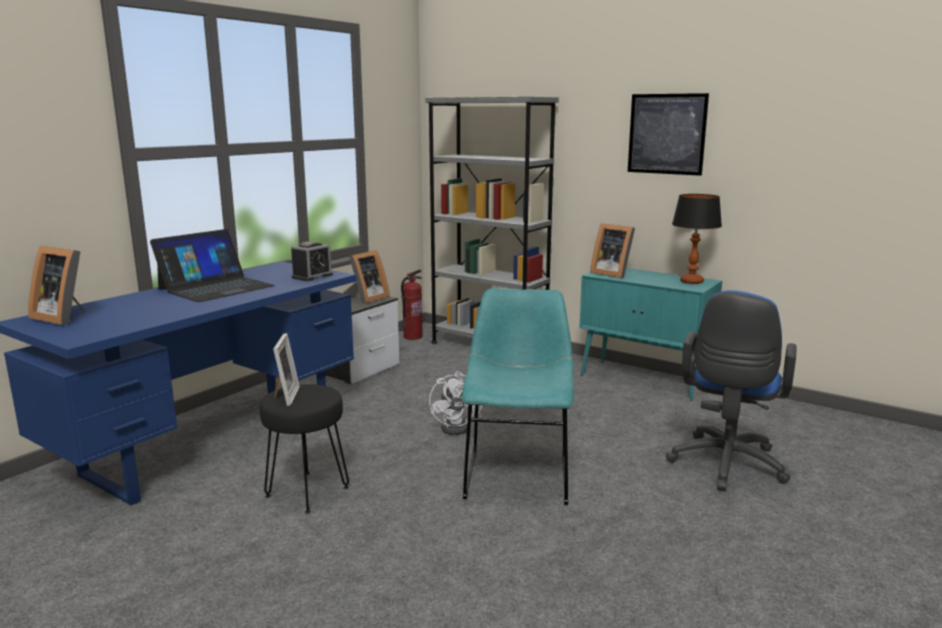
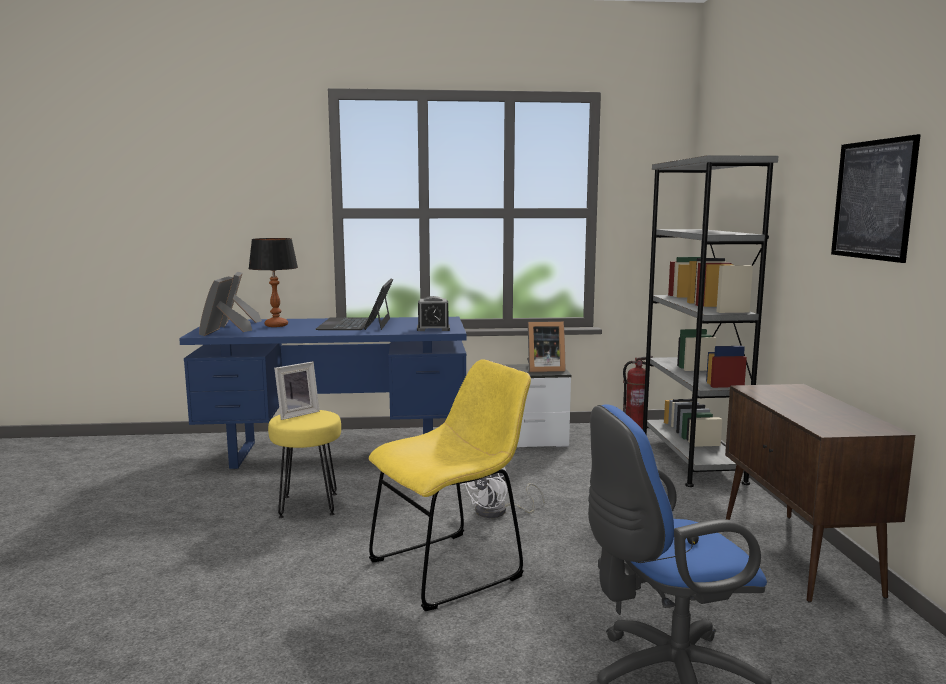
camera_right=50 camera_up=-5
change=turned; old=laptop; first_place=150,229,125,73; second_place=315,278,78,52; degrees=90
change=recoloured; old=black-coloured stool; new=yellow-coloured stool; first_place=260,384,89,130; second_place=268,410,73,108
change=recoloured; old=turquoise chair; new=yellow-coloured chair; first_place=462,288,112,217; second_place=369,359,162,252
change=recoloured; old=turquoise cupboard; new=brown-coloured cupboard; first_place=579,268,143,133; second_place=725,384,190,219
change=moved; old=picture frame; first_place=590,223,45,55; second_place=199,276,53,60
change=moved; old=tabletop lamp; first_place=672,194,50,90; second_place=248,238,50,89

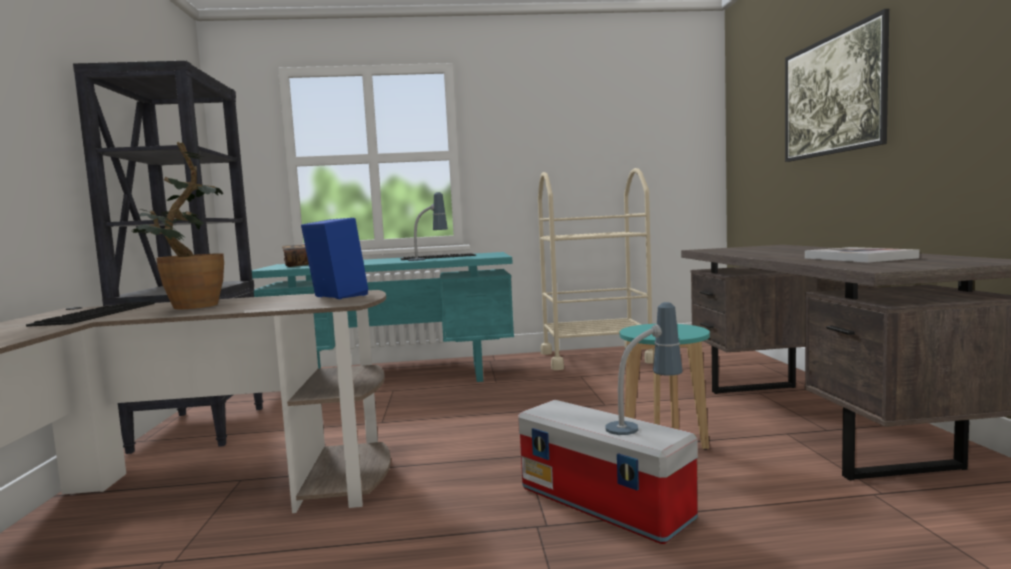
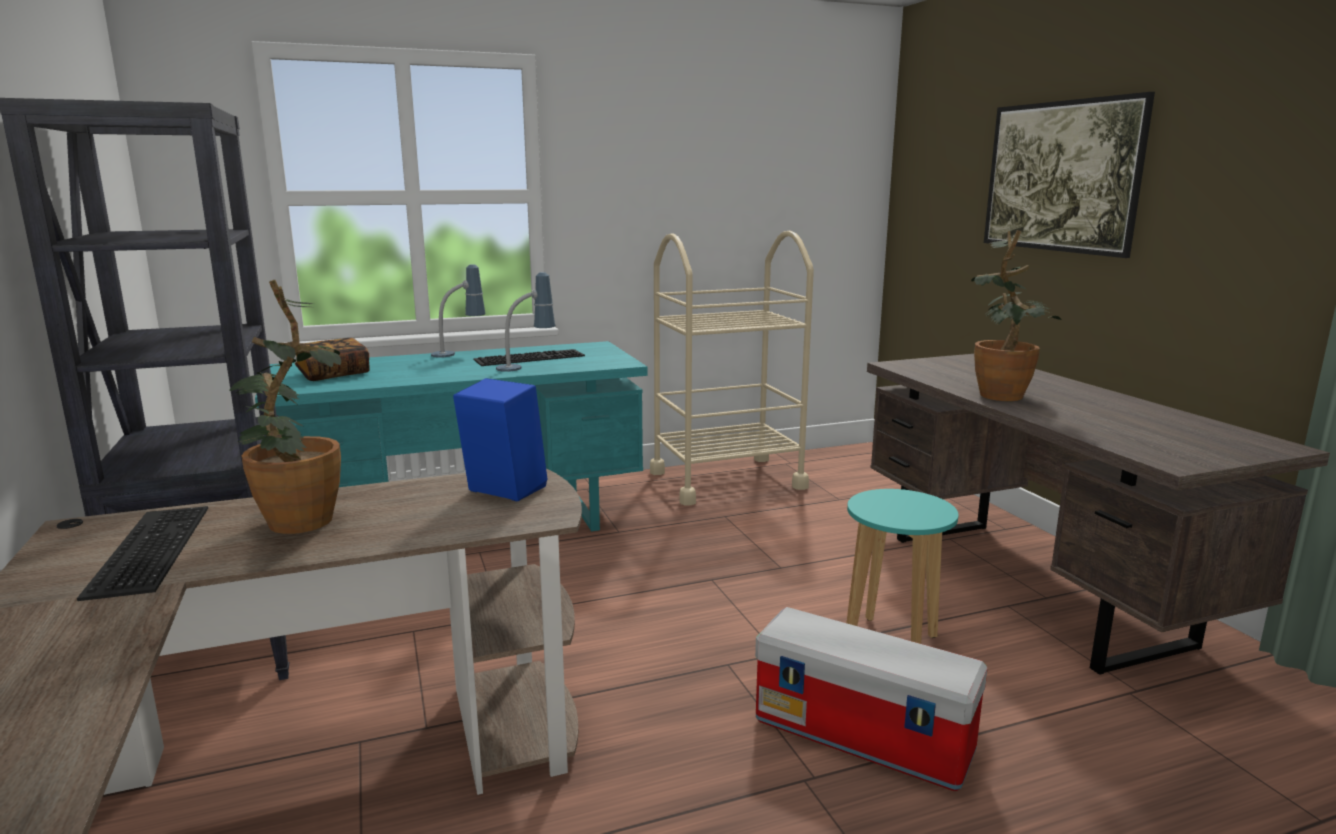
camera_right=-15 camera_up=10
change=moved; old=tabletop lamp; first_place=606,302,77,133; second_place=431,264,54,94
change=removed; old=volume; first_place=805,247,115,16
change=added; new=plant in a pot; second_place=971,230,90,171

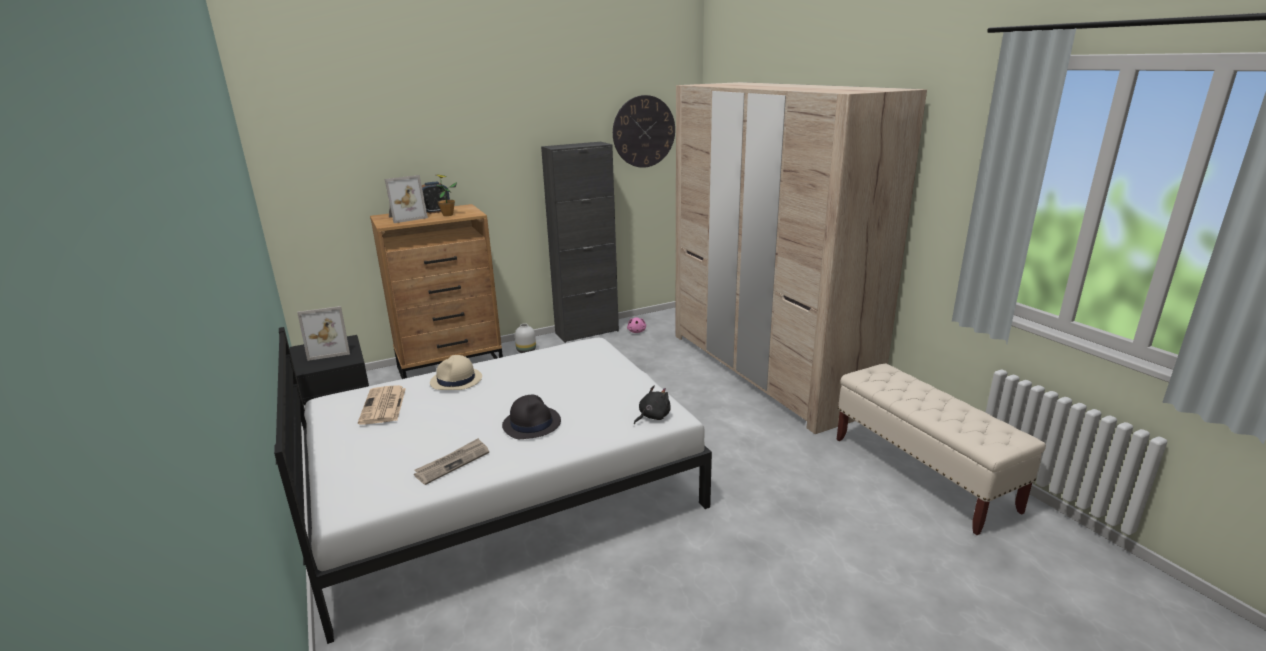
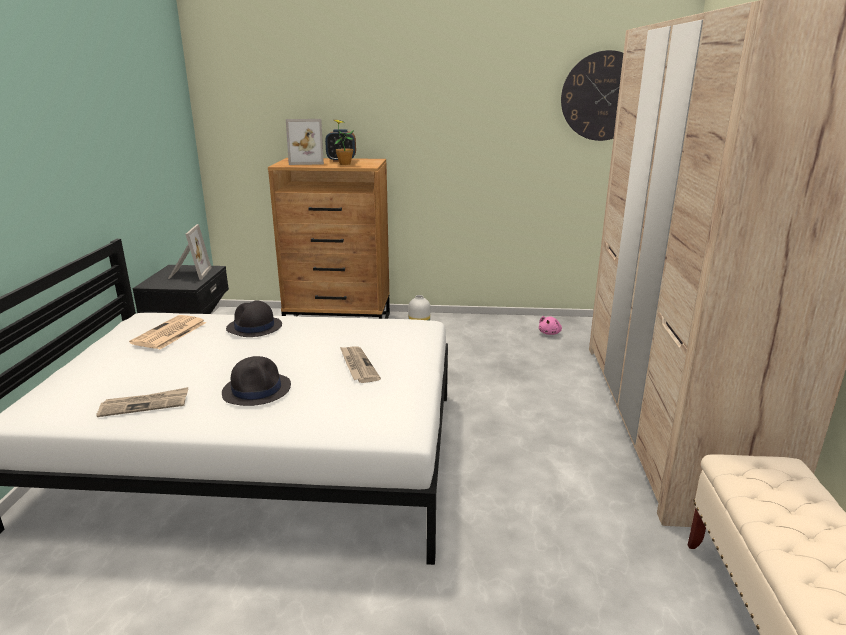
camera_right=30 camera_up=0
change=turned; old=picture frame; first_place=297,306,53,55; second_place=168,224,44,56; degrees=-105
change=recoloured; old=sand-coloured clothing hat; new=black-coloured clothing hat; first_place=430,355,52,35; second_place=226,300,56,37
change=removed; old=black-coloured cupboard; first_place=541,142,78,201
change=removed; old=black-coloured cuddly toy; first_place=634,386,37,38
change=added; new=newspaper; second_place=340,346,41,37

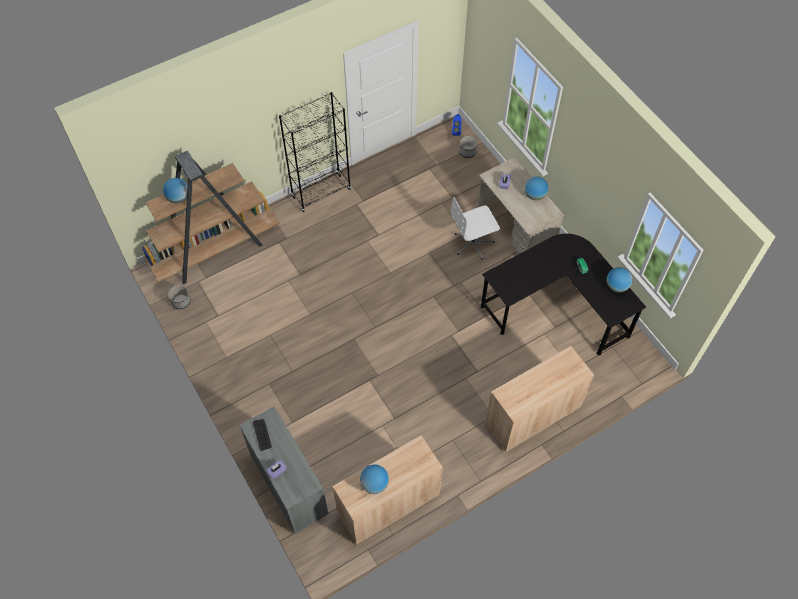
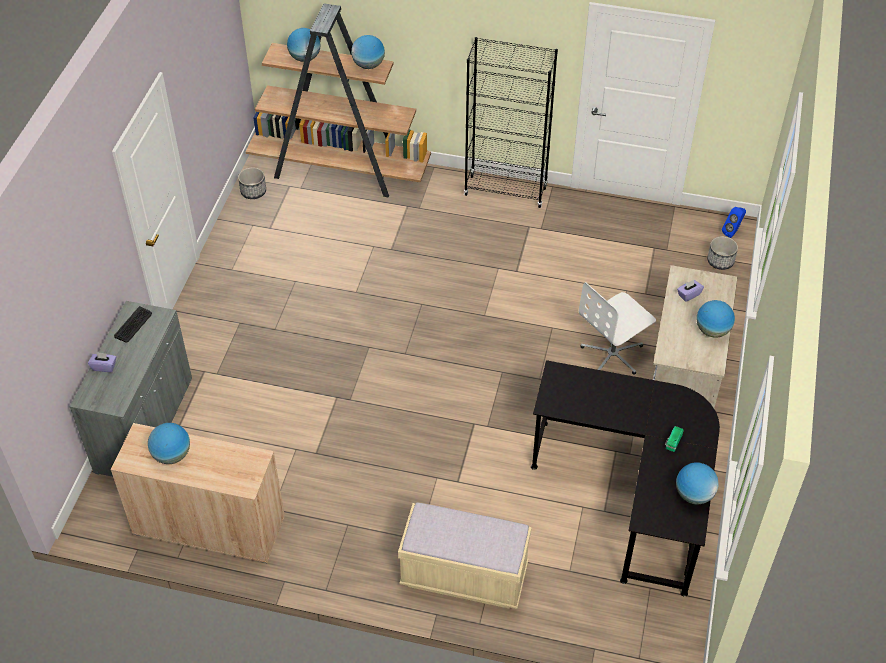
camera_right=45 camera_up=-10
change=turned; old=white-coloured office chair; first_place=451,197,49,63; second_place=579,282,77,93; degrees=-60
change=replaced; old=sand-coloured cupboard; new=sand-coloured bench; first_place=485,346,109,106; second_place=398,503,134,106
change=added; new=globe; second_place=351,35,34,34

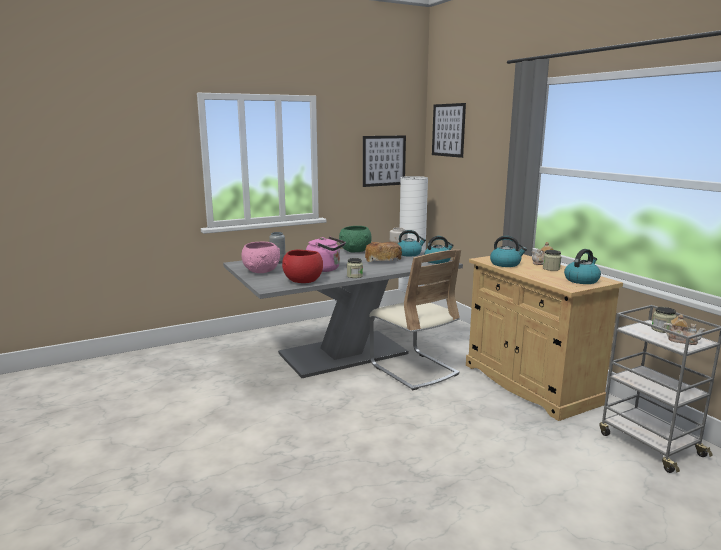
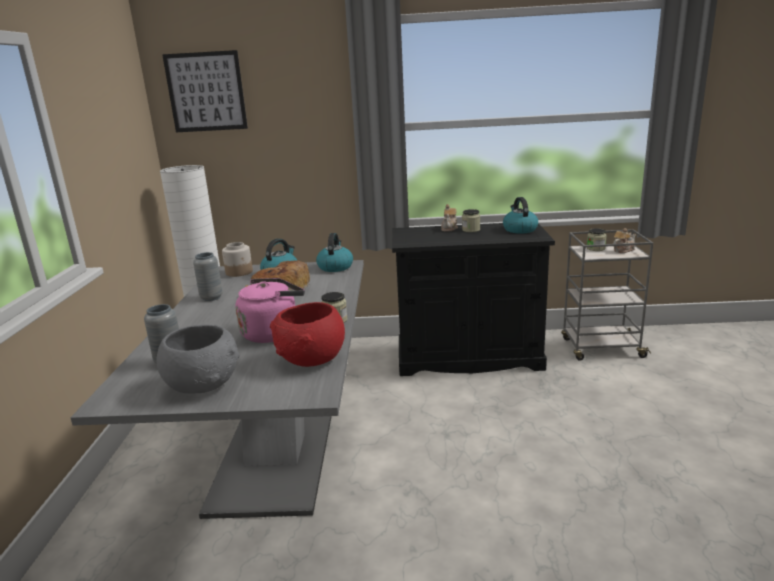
camera_right=-60 camera_up=5
change=recoloured; old=pink serving bowl; new=grey serving bowl; first_place=242,242,38,31; second_place=157,325,83,68
change=replaced; old=green serving bowl; new=grey flower vase; first_place=339,226,33,26; second_place=193,252,30,49
change=removed; old=wall picture; first_place=363,136,43,51
change=removed; old=sand-coloured chair; first_place=369,250,92,141
change=recoloured; old=sand-coloured cupboard; new=black-coloured cupboard; first_place=466,254,157,167; second_place=392,223,163,153
change=removed; old=kettle; first_place=490,236,37,31

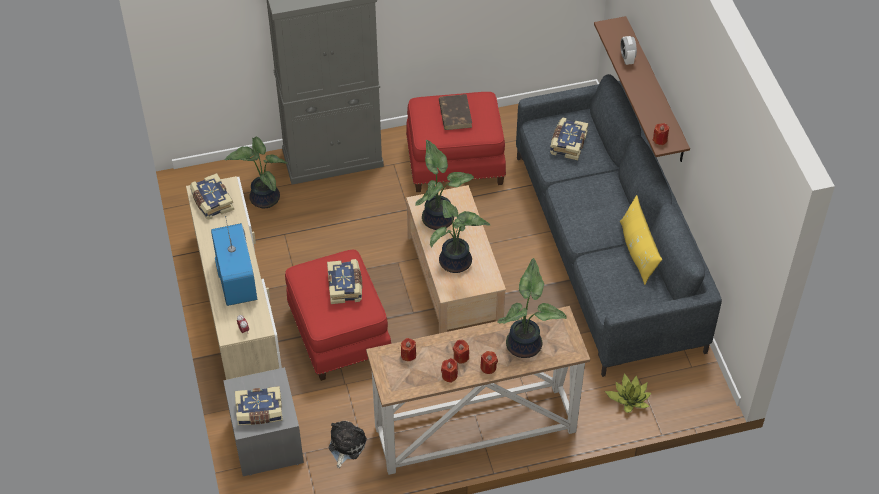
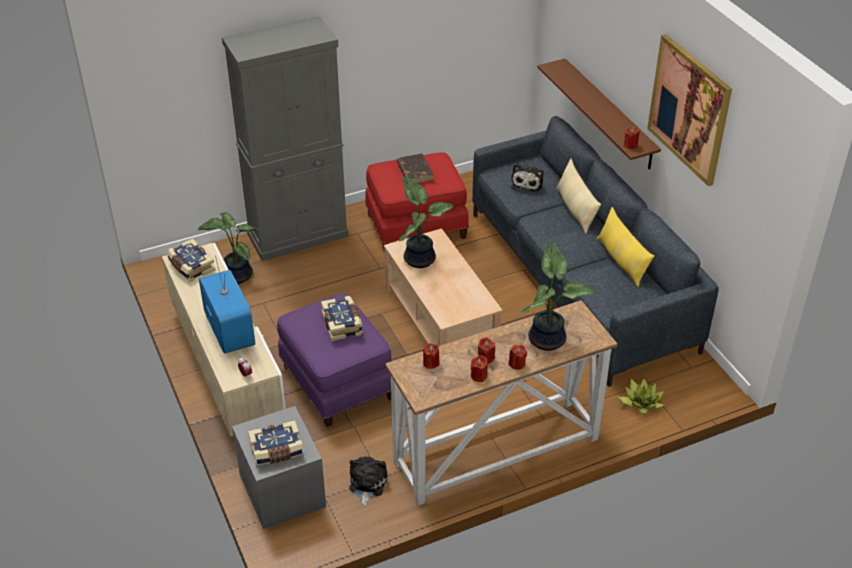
camera_right=-10 camera_up=-10
change=recoloured; old=reddish ottoman; new=purple ottoman; first_place=285,250,106,131; second_place=277,293,114,134
change=removed; old=plant in a pot; first_place=430,200,60,73
change=replaced; old=volume; new=cuddly toy; first_place=550,117,38,43; second_place=511,164,33,28
change=removed; old=alarm clock; first_place=620,36,17,29
change=added; new=sand-coloured cushion; second_place=556,159,45,75
change=added; new=wall picture; second_place=647,34,85,152

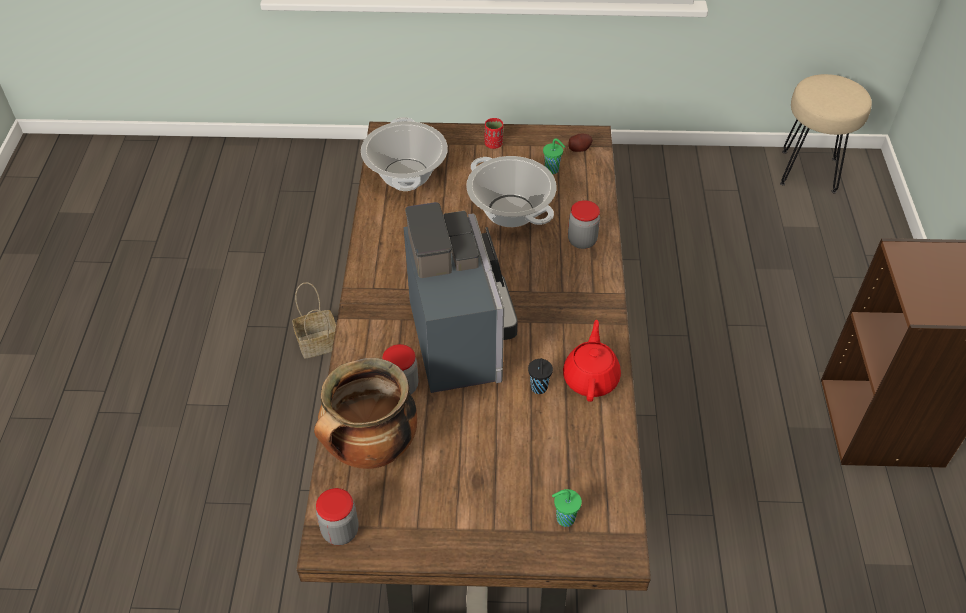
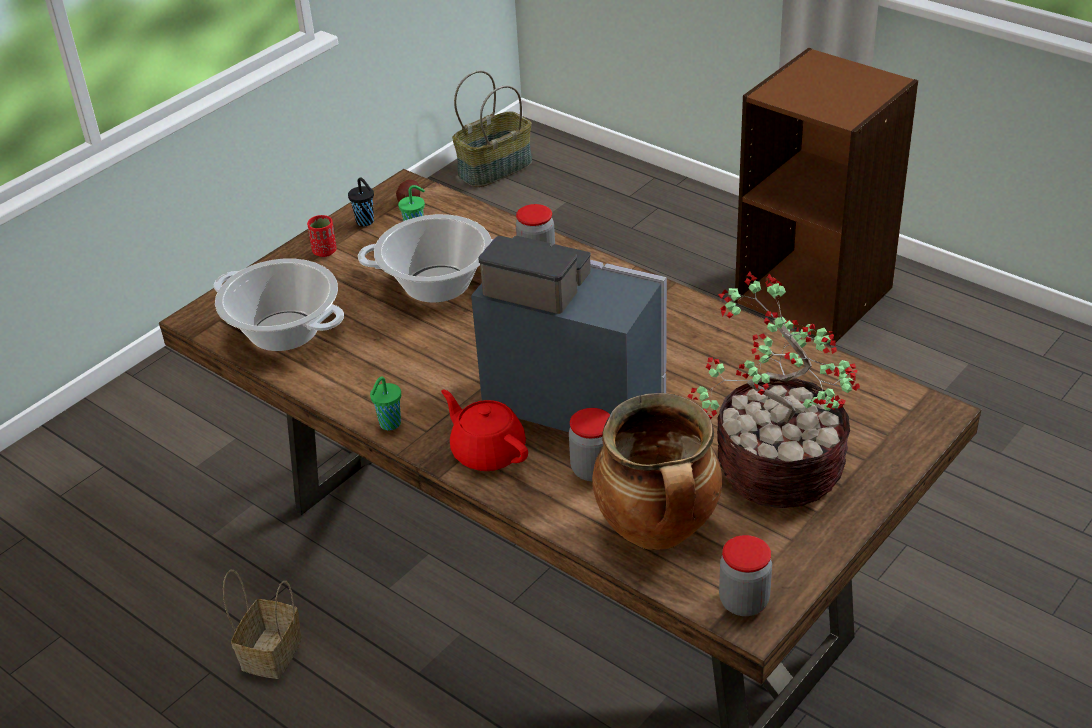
camera_right=-50 camera_up=-10
change=moved; old=black-coloured cup; first_place=528,358,25,36; second_place=348,177,26,49
change=moved; old=green cup; first_place=552,489,30,38; second_place=370,376,31,54
change=moved; old=reddish tea pot; first_place=563,320,58,82; second_place=441,389,87,82
change=replaced; old=sand-coloured stool; new=basket; first_place=780,74,92,119; second_place=452,70,80,118
change=added; new=plant in a pot; second_place=687,272,173,236

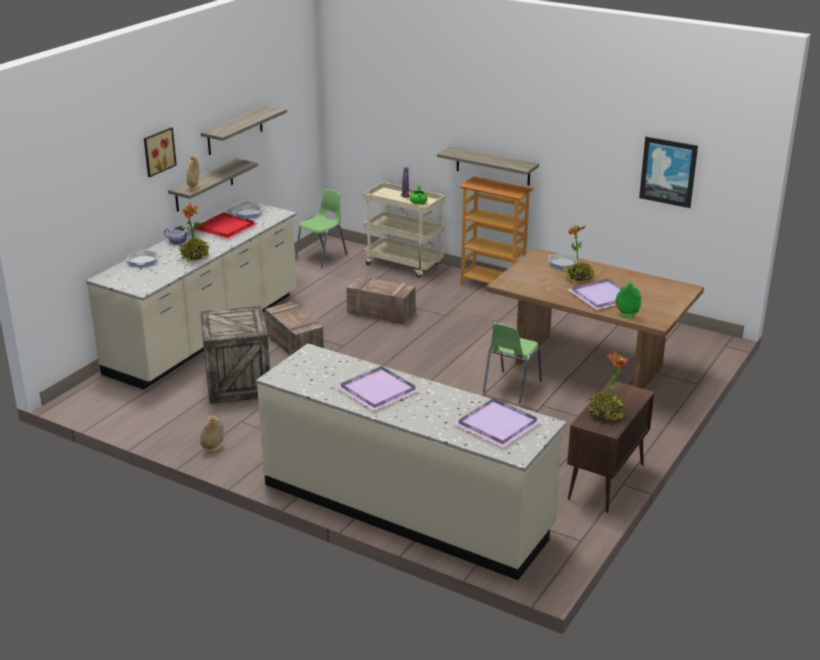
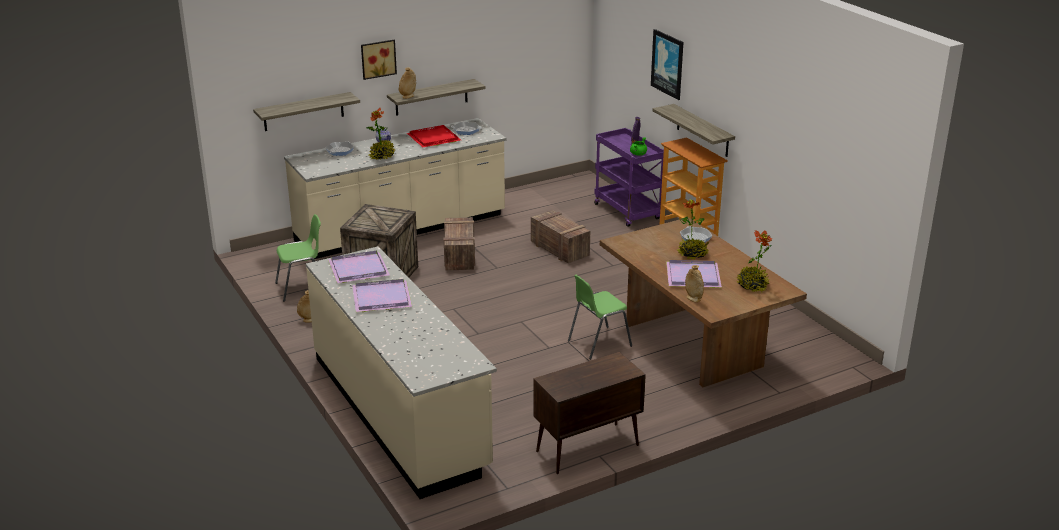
camera_right=30 camera_up=0
change=moved; old=bracket shelf; first_place=201,105,86,50; second_place=253,92,107,39
change=moved; old=green chair; first_place=295,189,53,79; second_place=275,214,46,88
change=recoloured; old=sand-coloured cart; new=purple cart; first_place=363,182,82,96; second_place=594,128,70,99
change=moved; old=purple carrying tray; first_place=453,398,89,49; second_place=328,251,62,32
change=moved; old=plant in a pot; first_place=588,351,40,70; second_place=737,230,36,62
change=recoloured; old=green flower vase; new=sand-coloured flower vase; first_place=615,282,26,36; second_place=685,265,19,37
change=moved; old=wall picture; first_place=639,137,59,71; second_place=651,29,32,71

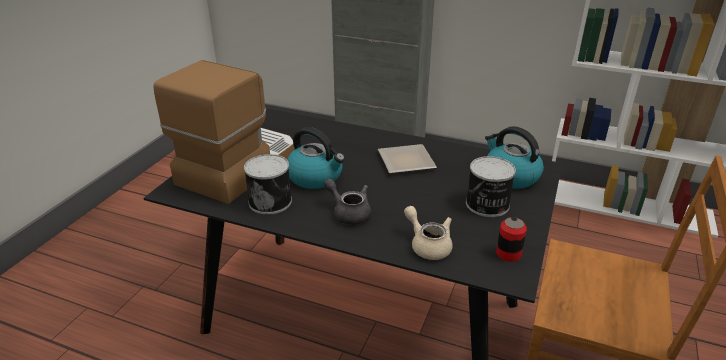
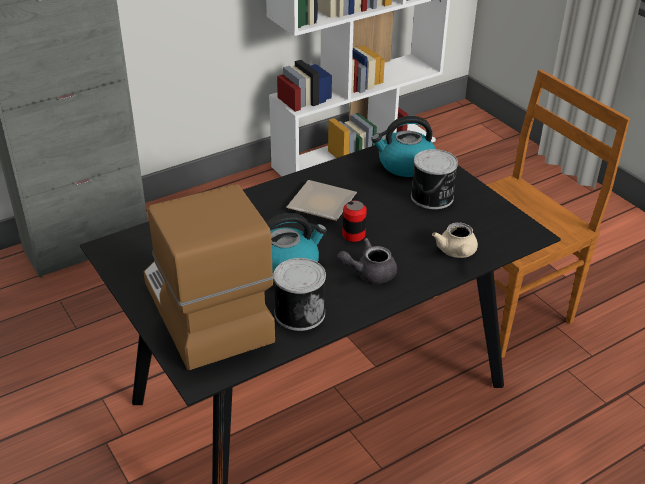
camera_right=-55 camera_up=5
change=turned; old=sand-coloured tea pot; first_place=404,206,49,54; second_place=432,222,46,36; degrees=-90
change=moved; old=metal can; first_place=496,217,31,45; second_place=342,201,25,41

